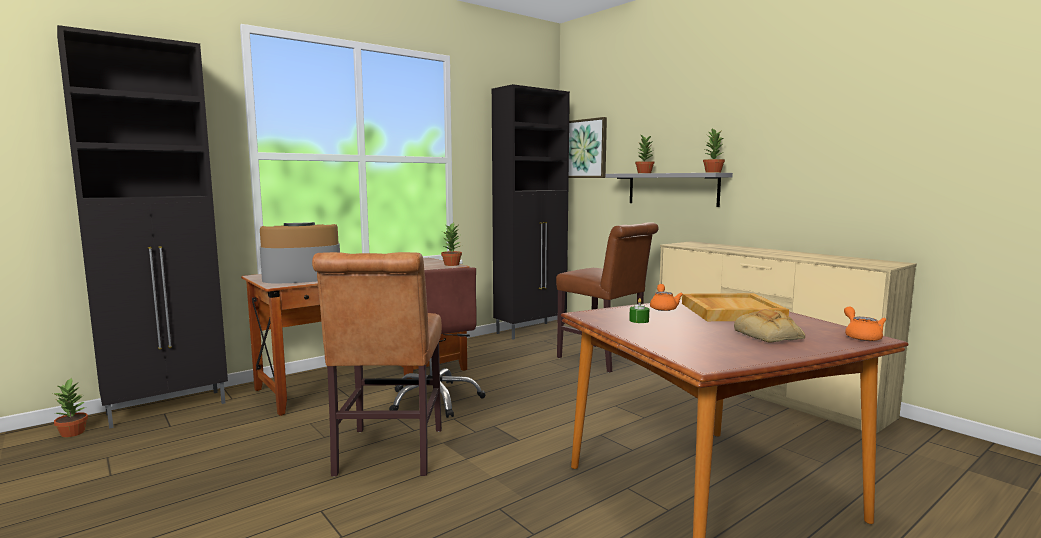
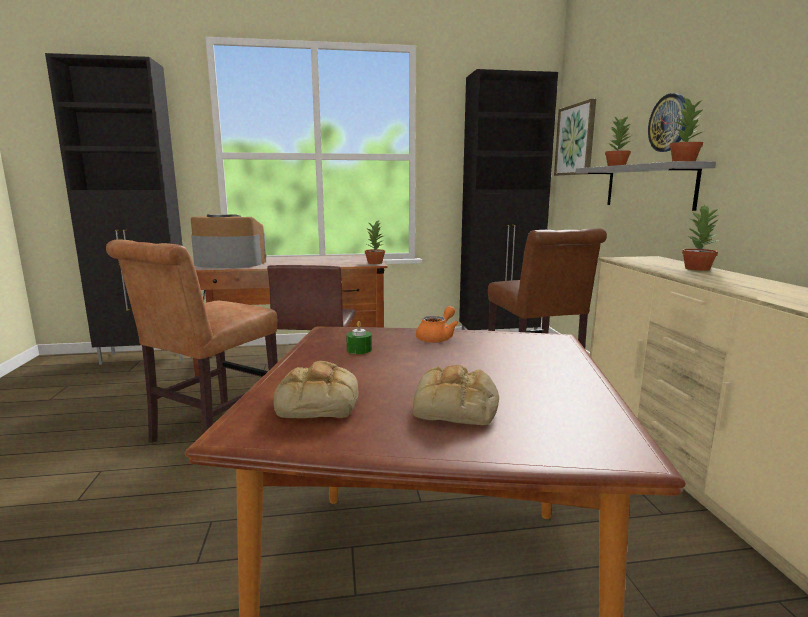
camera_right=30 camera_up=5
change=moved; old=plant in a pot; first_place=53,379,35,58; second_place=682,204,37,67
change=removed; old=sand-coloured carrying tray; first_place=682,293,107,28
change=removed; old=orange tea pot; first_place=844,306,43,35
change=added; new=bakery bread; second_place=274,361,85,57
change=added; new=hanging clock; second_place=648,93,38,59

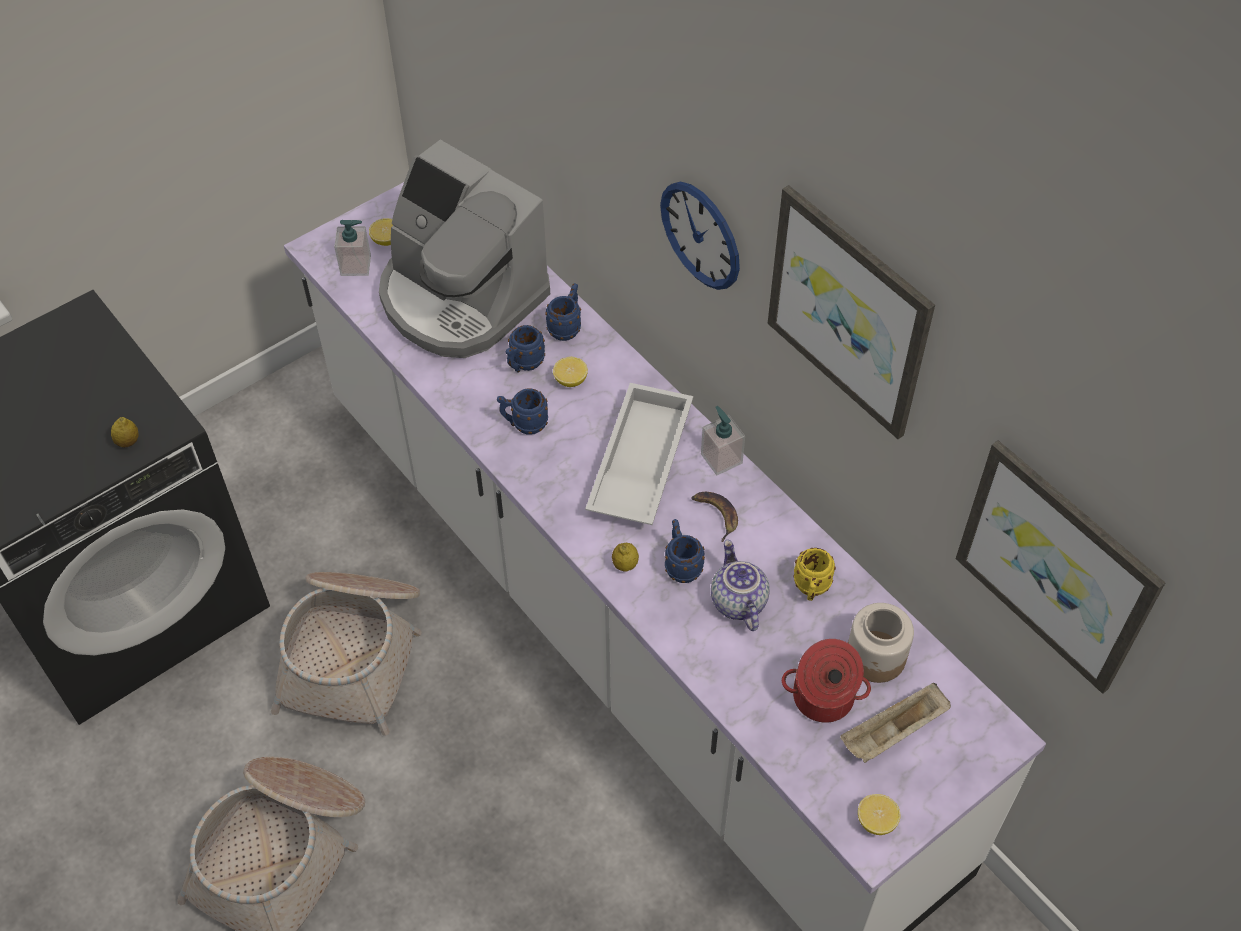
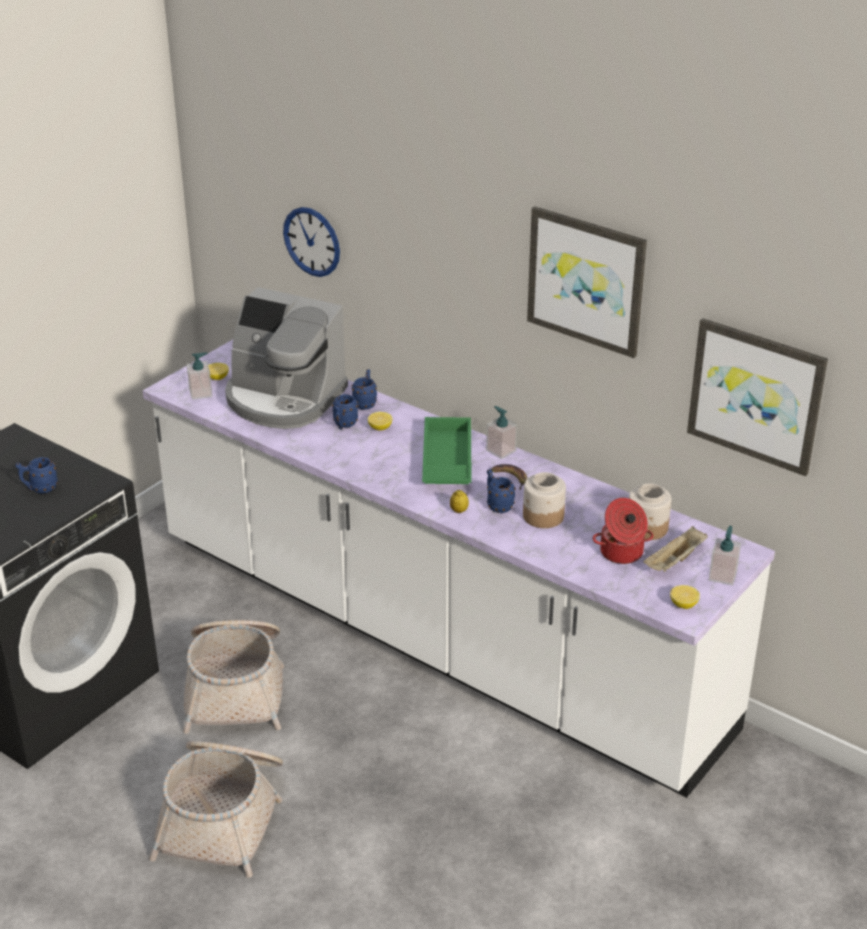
camera_right=-15 camera_up=-20
change=removed; old=lemon; first_place=111,417,28,31
change=moved; old=bluish mug; first_place=497,389,51,46; second_place=15,457,43,36
change=recoloured; old=white-coloured carrying tray; new=green carrying tray; first_place=585,383,108,142; second_place=422,417,50,67
change=moved; old=hanging clock; first_place=660,181,80,109; second_place=283,207,57,70
change=replaced; old=tea pot; new=jar; first_place=711,540,59,91; second_place=523,472,43,56
change=removed; old=yellow-coloured mug; first_place=794,548,42,53
change=added; new=liquid soap bottle; second_place=709,526,32,60

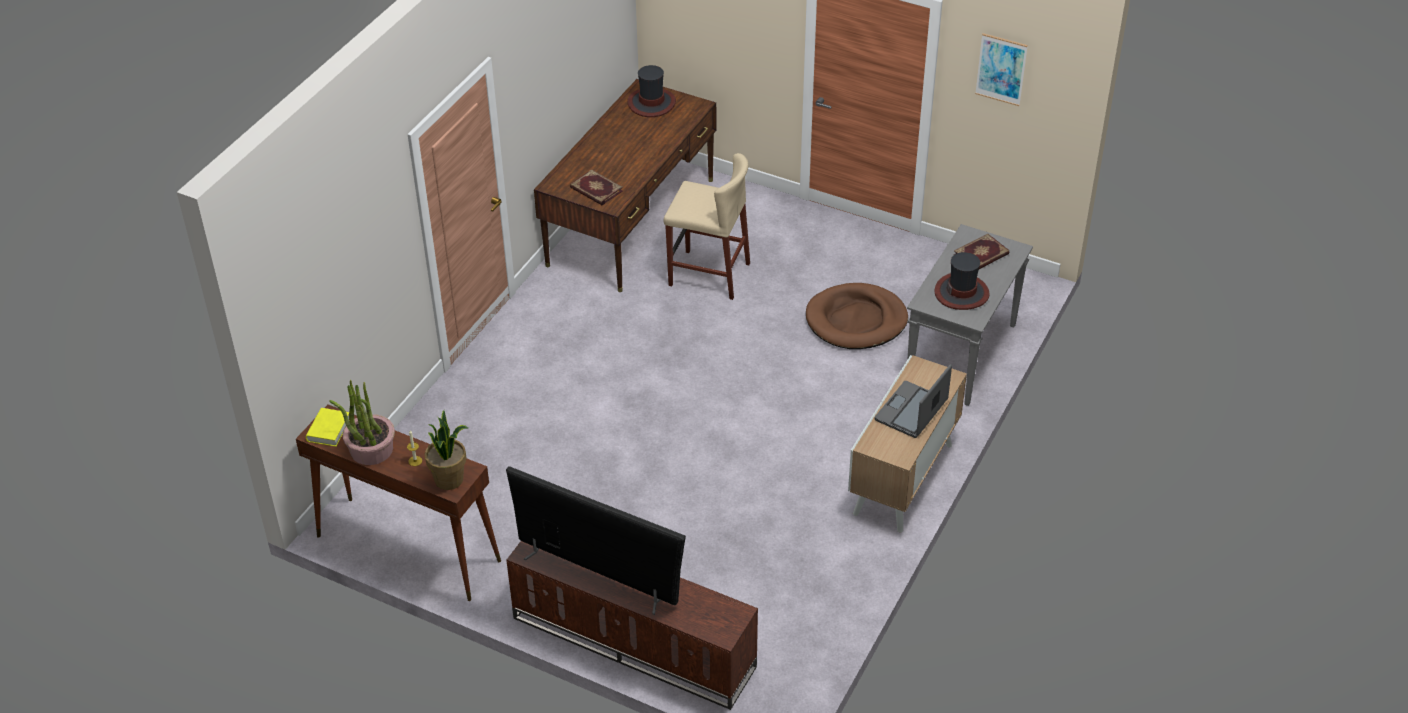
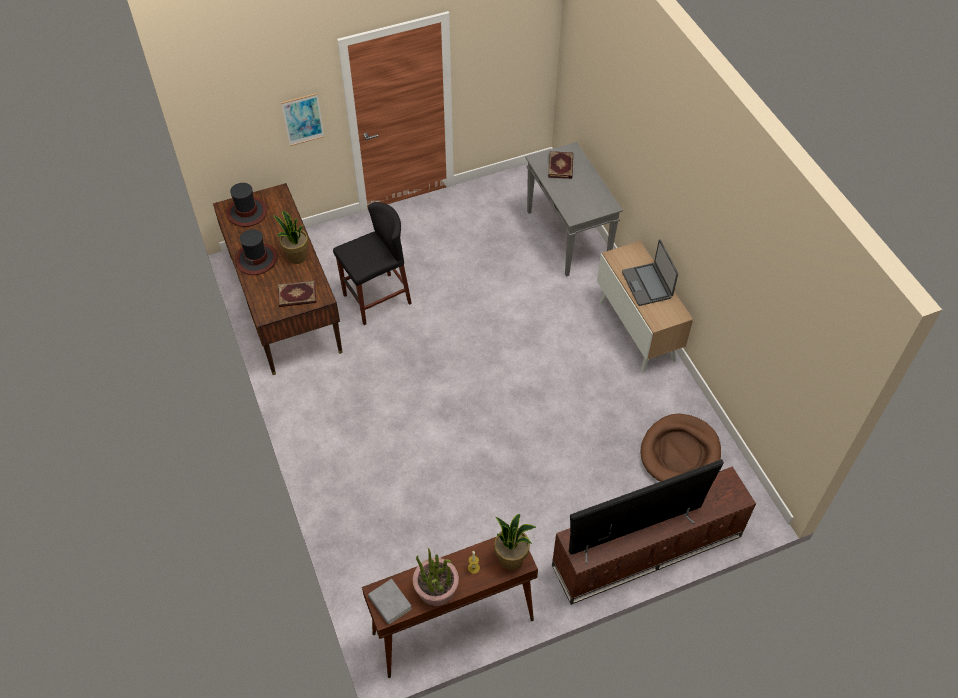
camera_right=-50 camera_up=10
change=recoloured; old=yellow-coloured volume; new=grey volume; first_place=306,408,43,39; second_place=368,578,44,47
change=recoloured; old=sand-coloured stool; new=black-coloured stool; first_place=664,153,86,147; second_place=333,202,79,123
change=moved; old=brown-coloured dog bed; first_place=806,283,102,66; second_place=640,414,81,68
change=moved; old=clothing hat; first_place=934,252,56,58; second_place=235,229,43,46
change=moved; old=wall picture; first_place=975,33,53,73; second_place=281,93,44,53
change=added; new=plant in a pot; second_place=273,211,35,53

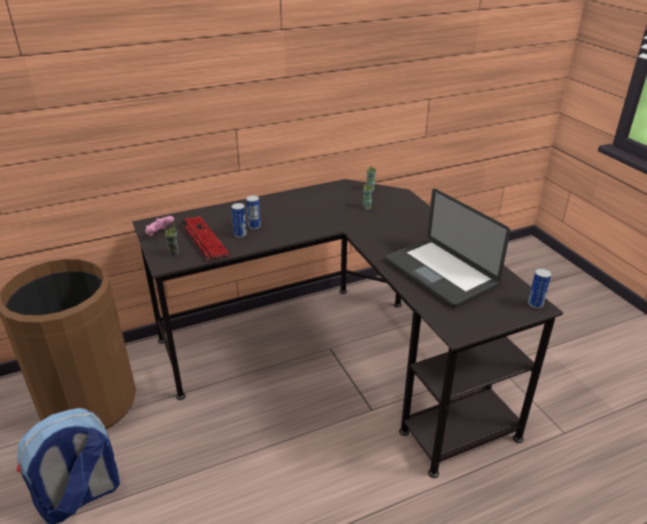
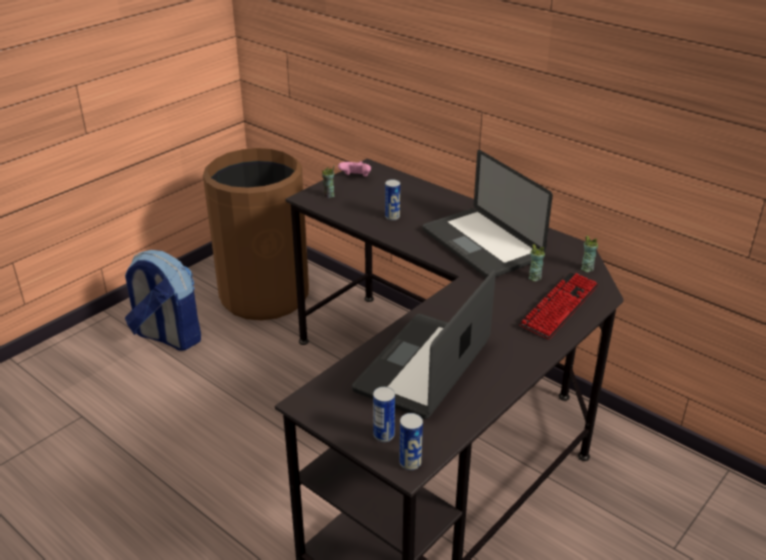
camera_right=65 camera_up=0
change=moved; old=PC keyboard; first_place=179,216,51,44; second_place=519,272,80,68
change=moved; old=metal can; first_place=246,195,15,35; second_place=373,387,22,55
change=added; new=laptop; second_place=422,150,131,128

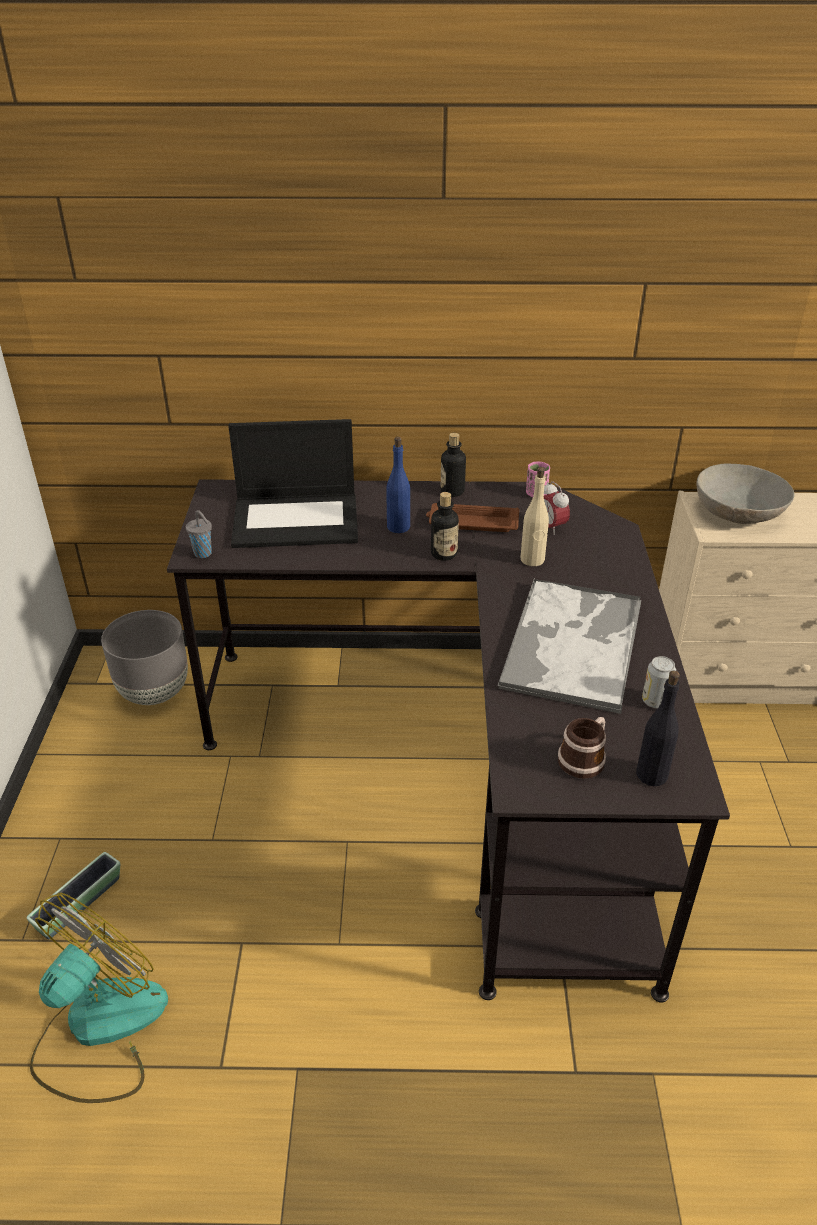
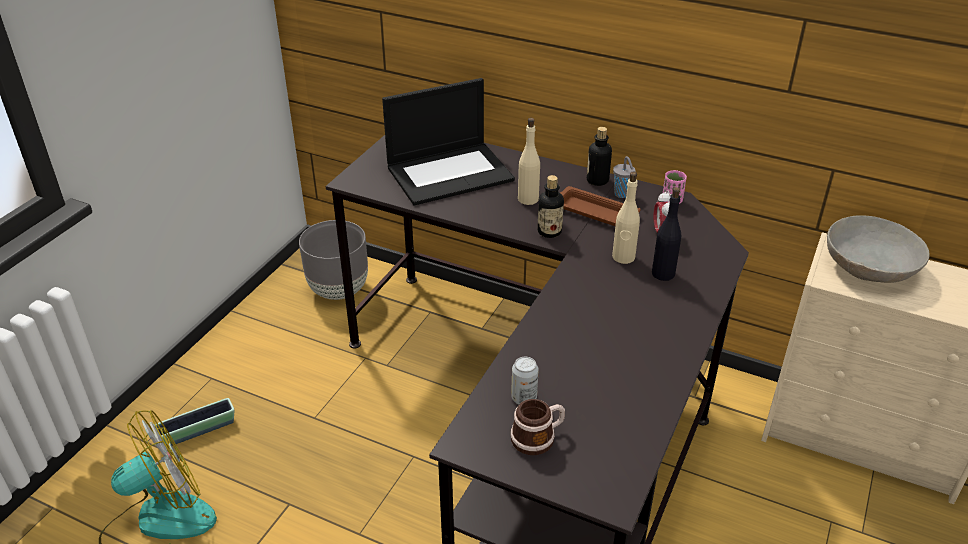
camera_right=25 camera_up=0
change=moved; old=grey cup; first_place=186,510,26,48; second_place=613,156,23,42
change=turned; old=laptop; first_place=228,419,130,129; second_place=382,78,133,128; degrees=-45
change=recoloured; old=bluish drink bottle; new=sand-coloured drink bottle; first_place=386,437,24,96; second_place=518,118,22,87
change=removed; old=carrying tray; first_place=497,579,144,135
change=moved; old=black-coloured drink bottle; first_place=636,670,44,116; second_place=652,187,29,94
change=moved; old=metal can; first_place=642,656,34,52; second_place=511,357,28,47

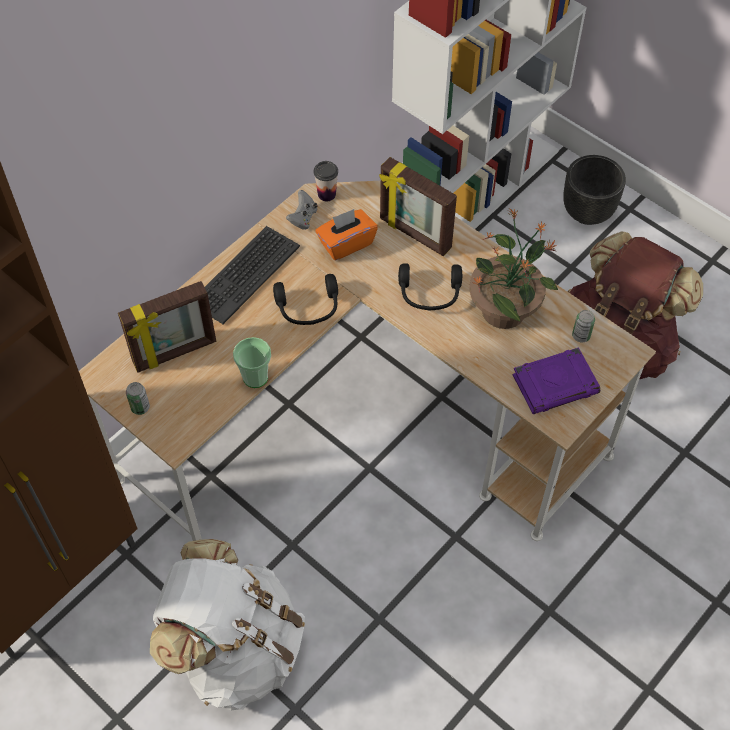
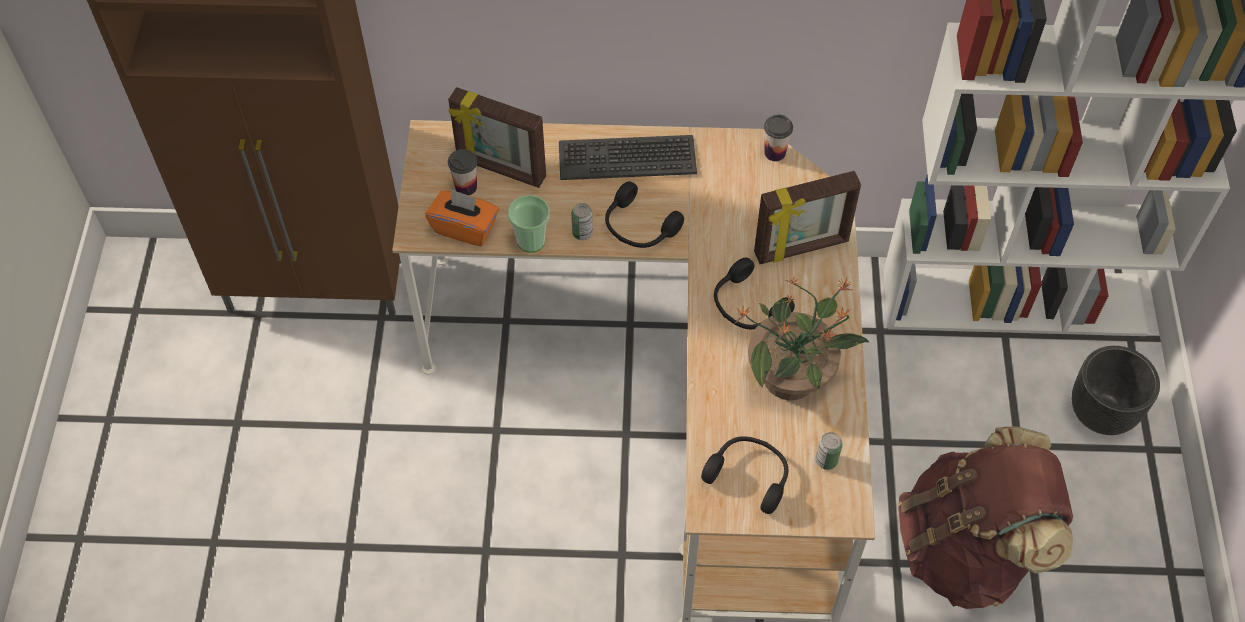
camera_right=50 camera_up=0
change=moved; old=metal can; first_place=126,382,24,33; second_place=571,203,22,37
change=removed; old=white-coloured rucksack; first_place=150,539,155,171
change=removed; old=grey joypad; first_place=286,190,32,40
change=moved; old=orange box of tissues; first_place=316,209,62,52; second_place=425,189,74,57
change=turned; old=picture frame; first_place=379,157,78,99; second_place=754,171,107,93; degrees=-105
change=replaced; old=purple volume; new=black-coloured pair of headphones; first_place=513,347,87,67; second_place=701,436,87,78
change=added; new=cup; second_place=448,149,29,46

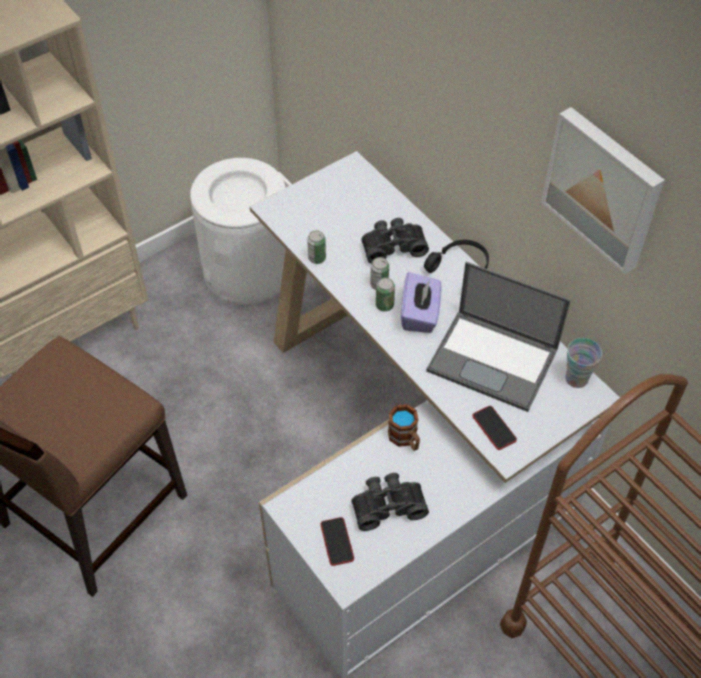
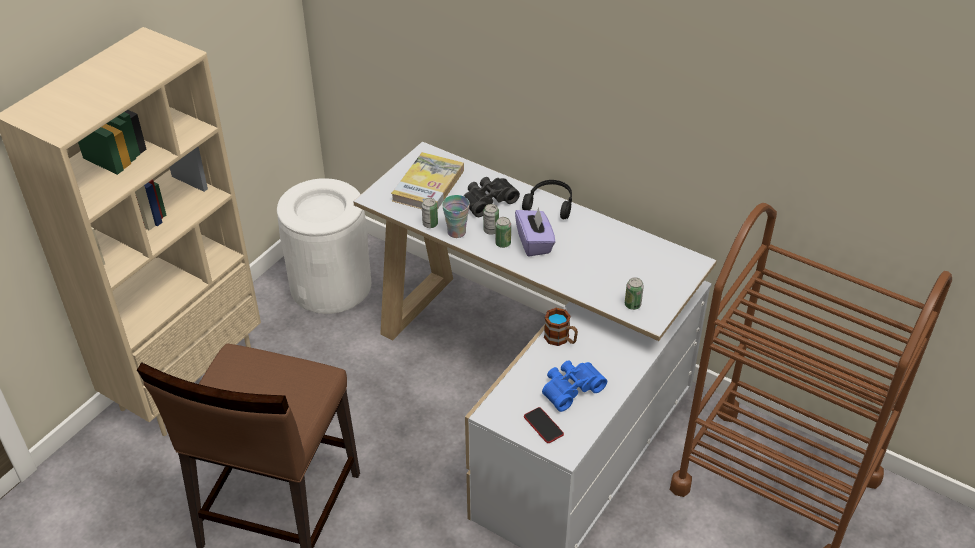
camera_right=-20 camera_up=-10
change=recoloured; old=black-coloured binoculars; new=bluish binoculars; first_place=351,473,78,58; second_place=542,360,65,52
change=removed; old=laptop; first_place=426,262,145,150
change=replaced; old=phone; new=metal can; first_place=472,406,45,44; second_place=625,277,19,33
change=removed; old=wall picture; first_place=541,107,124,167
change=moved; old=cup; first_place=565,338,37,50; second_place=442,195,28,43
change=added; new=volume; second_place=391,152,73,58

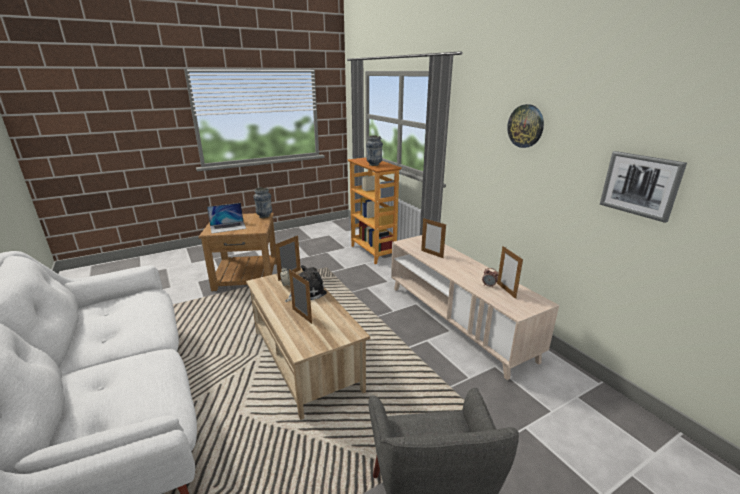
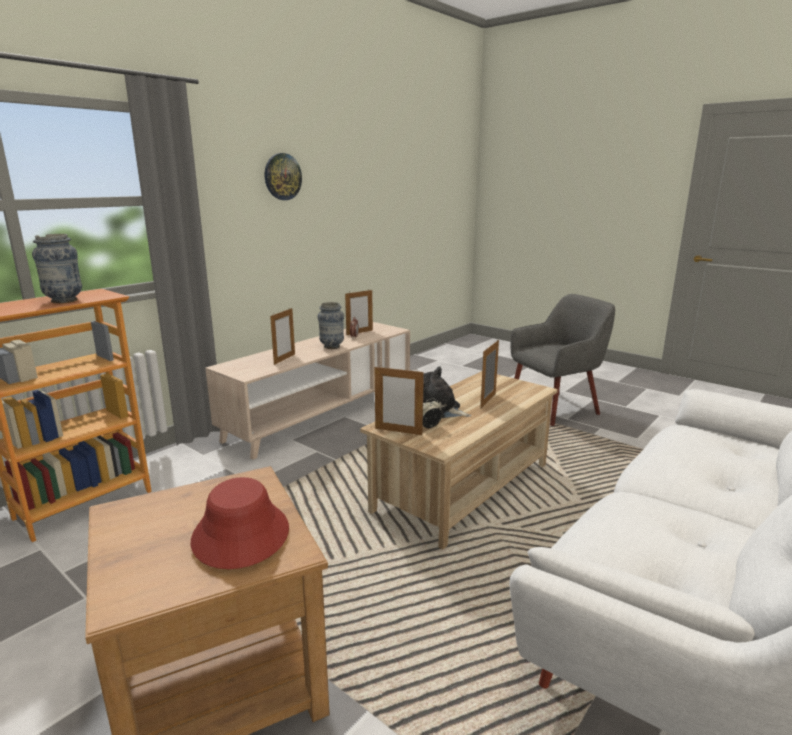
camera_right=-110 camera_up=-5
change=replaced; old=laptop; new=reddish clothing hat; first_place=207,203,39,30; second_place=190,477,99,92
change=moved; old=flower vase; first_place=253,187,19,31; second_place=318,302,26,47
change=removed; old=wall picture; first_place=600,151,87,72

